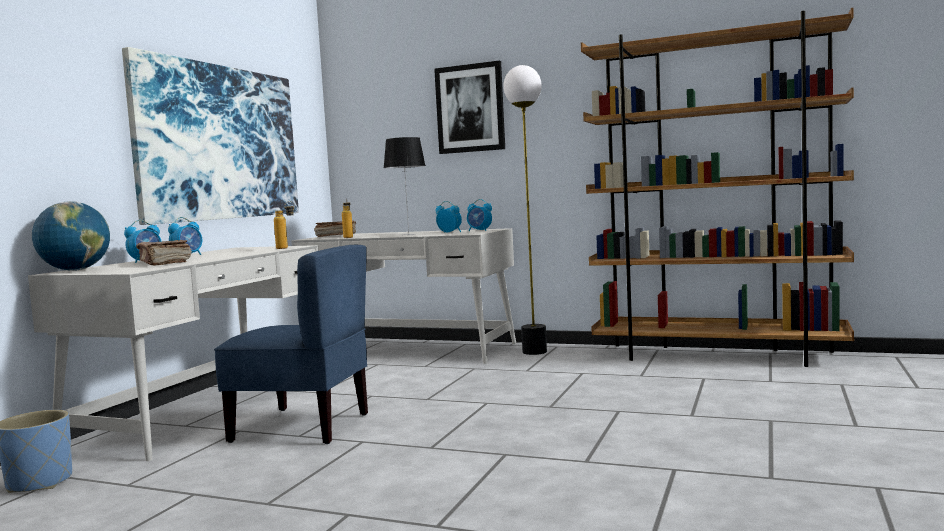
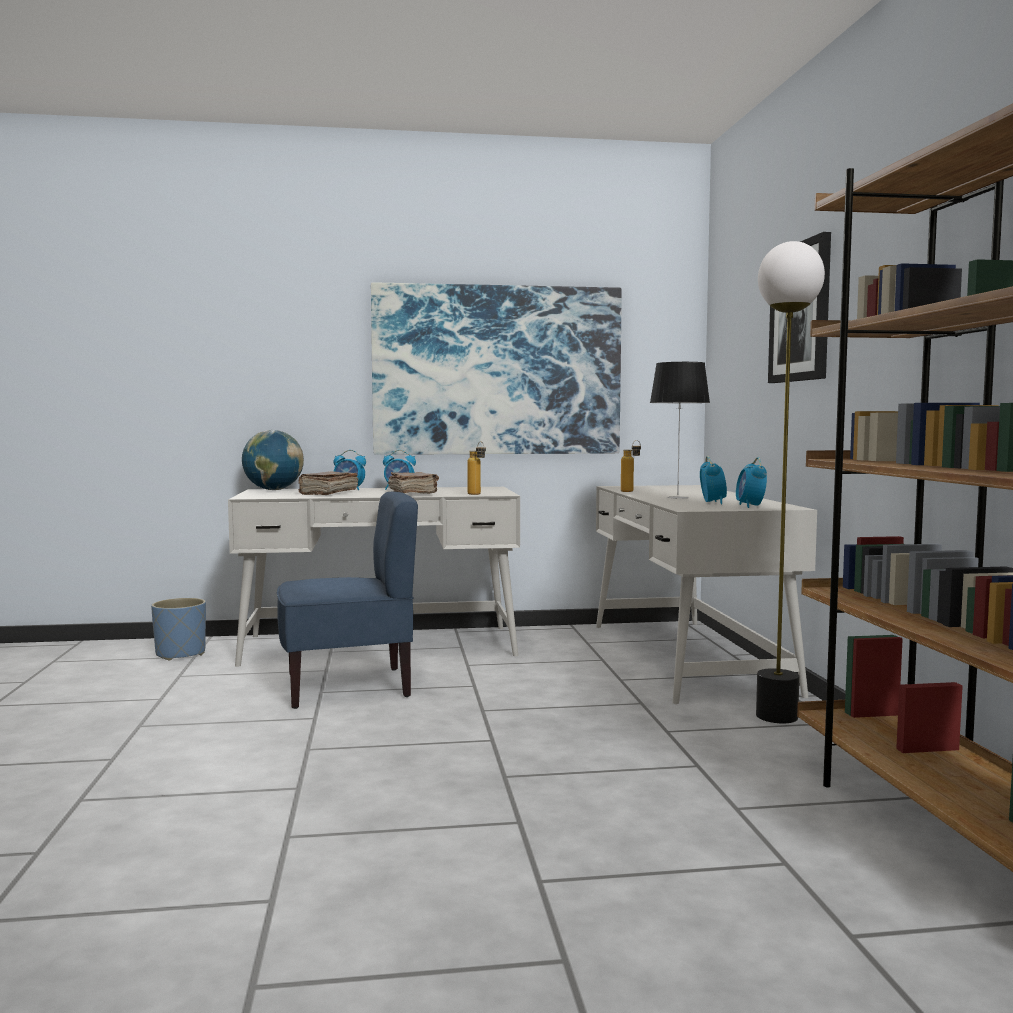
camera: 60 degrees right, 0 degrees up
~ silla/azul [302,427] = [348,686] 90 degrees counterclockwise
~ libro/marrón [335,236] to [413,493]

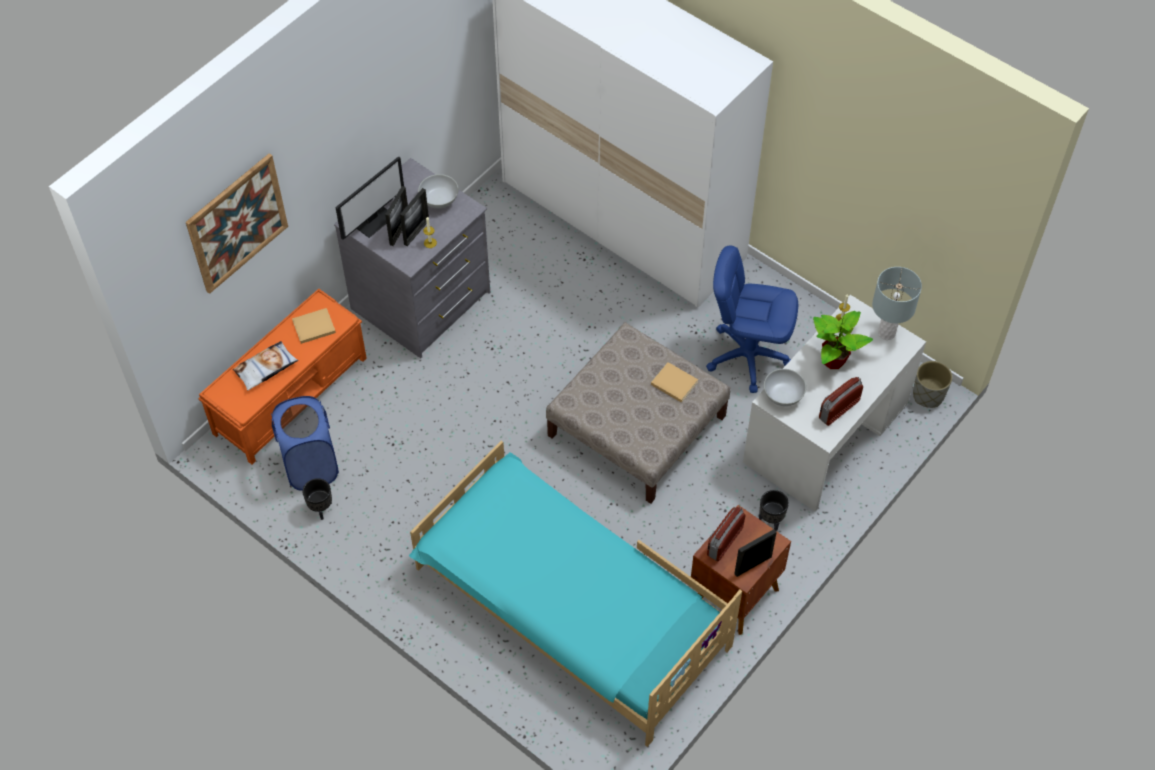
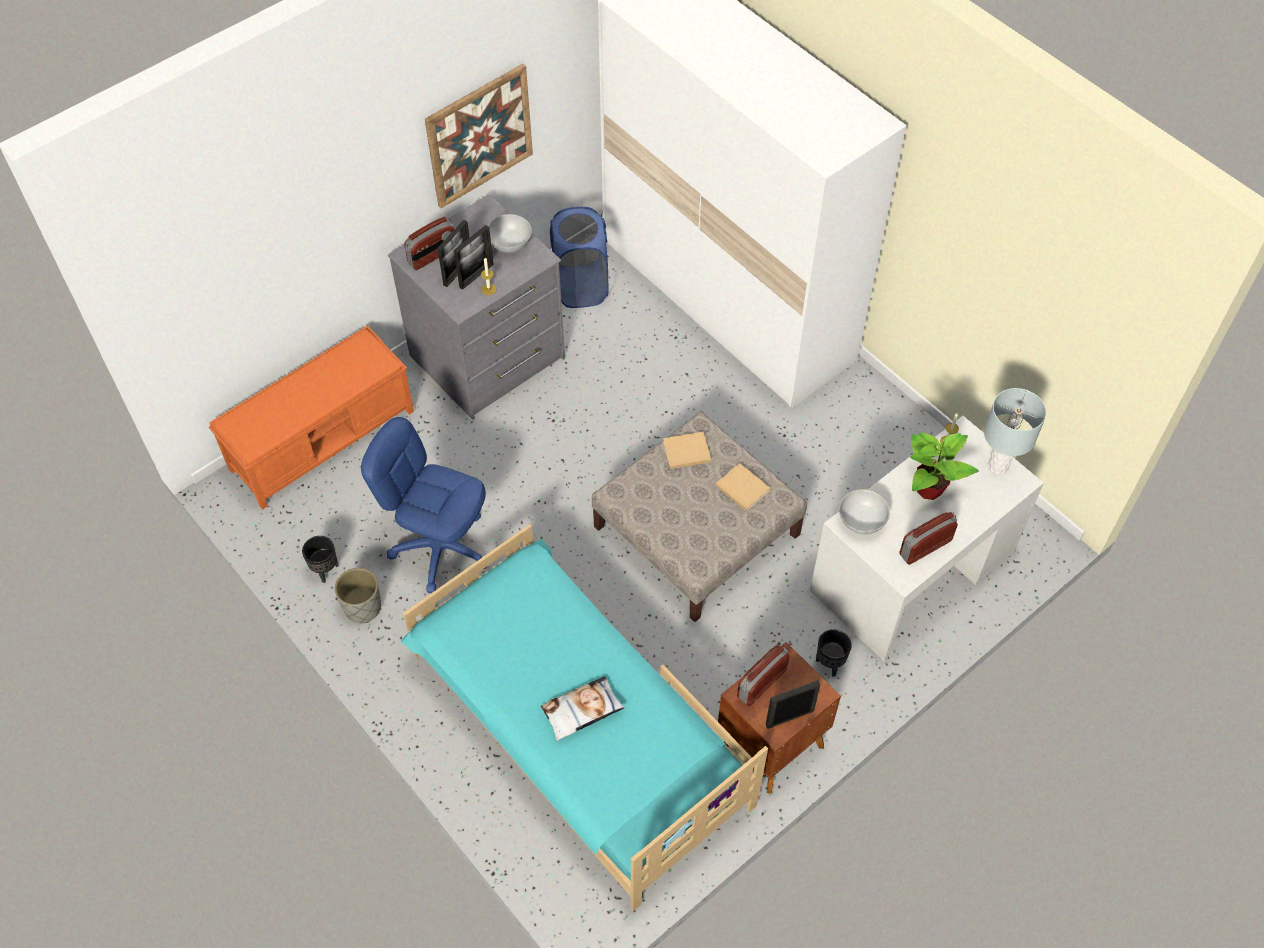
camera: 10 degrees right, 0 degrees up
~ cuadro [237,223] to [479,136]
~ cojín [266,369] to [582,711]
~ cesto de la ropa/azul [311,465] to [581,287]
~ libro/beis [312,327] to [685,451]
~ monitor [374,220] to radio [432,256]
~ silla de oficina/azul [748,356] to [440,547]
~ maceta/gris [928,395] to [362,607]

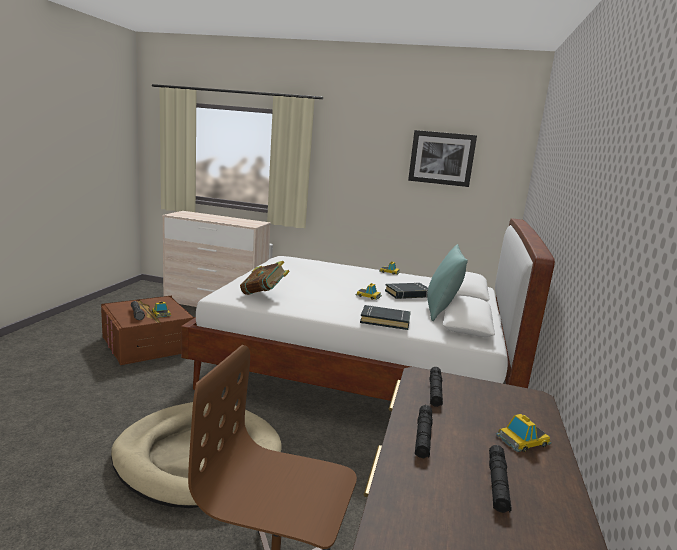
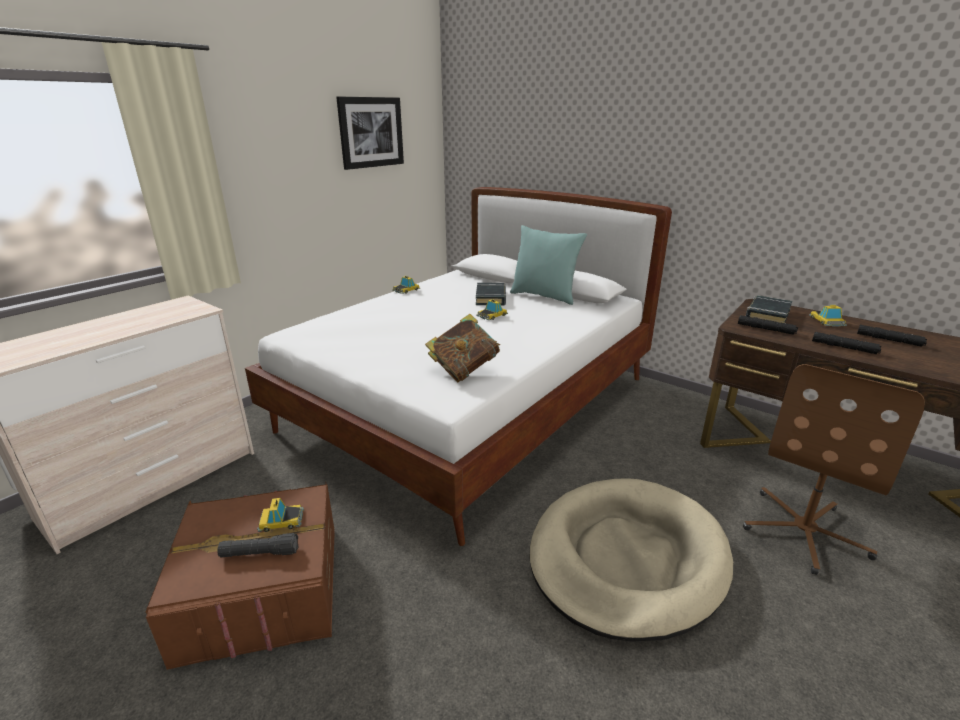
camera: 65 degrees left, 10 degrees up
~ libro/negro [385,321] to [767,314]

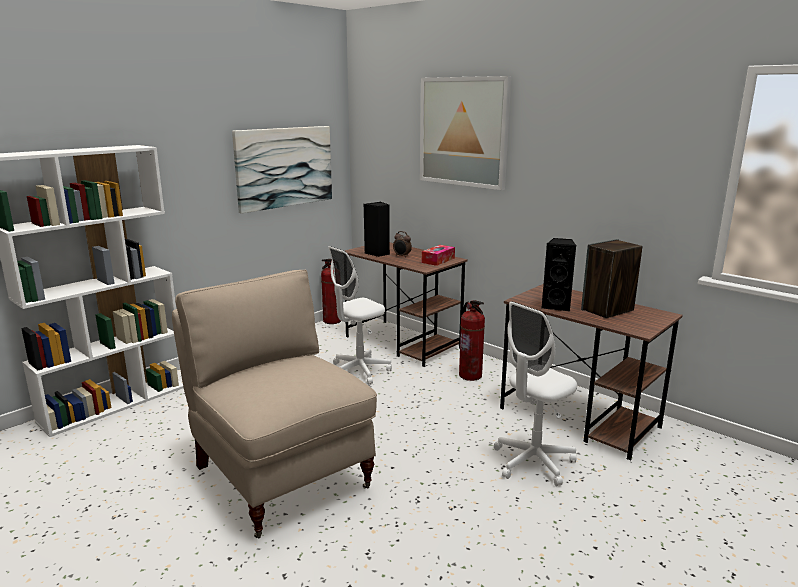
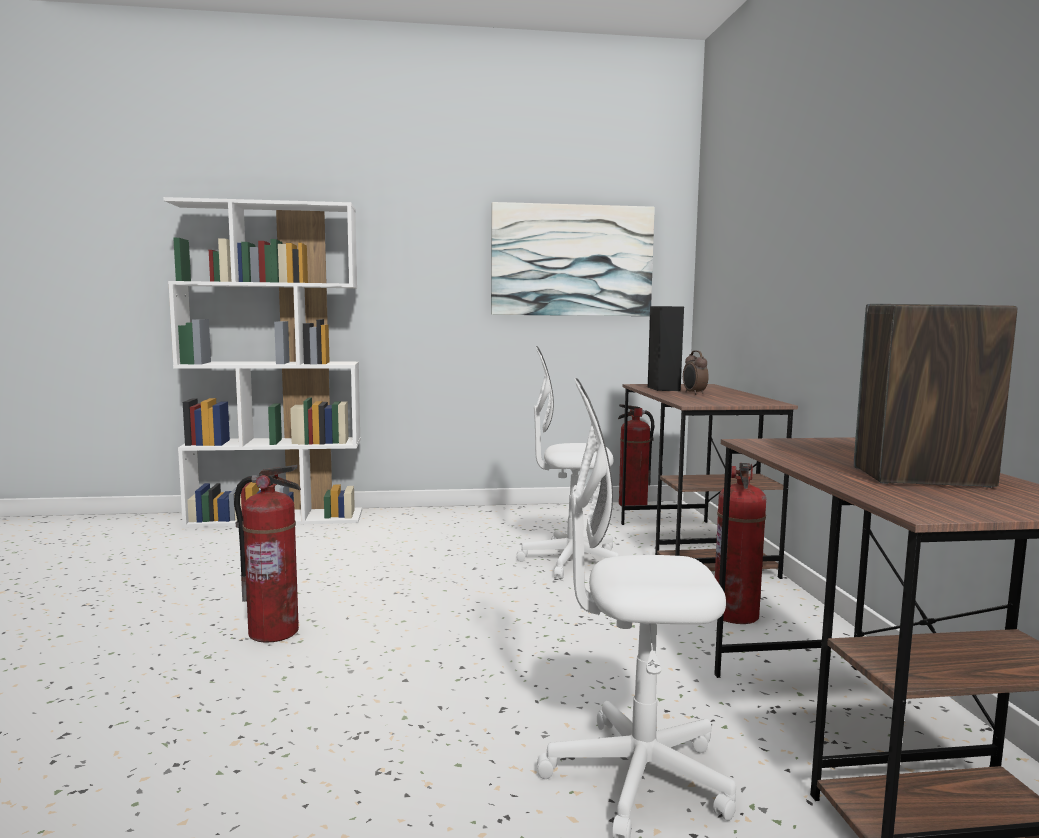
camera: 40 degrees right, 10 degrees down
~ silla/beis [281,476] to extintor [273,632]
- cuadro [463,132]
- caja de pañuelos [438,260]
- altavoz/negro [556,306]

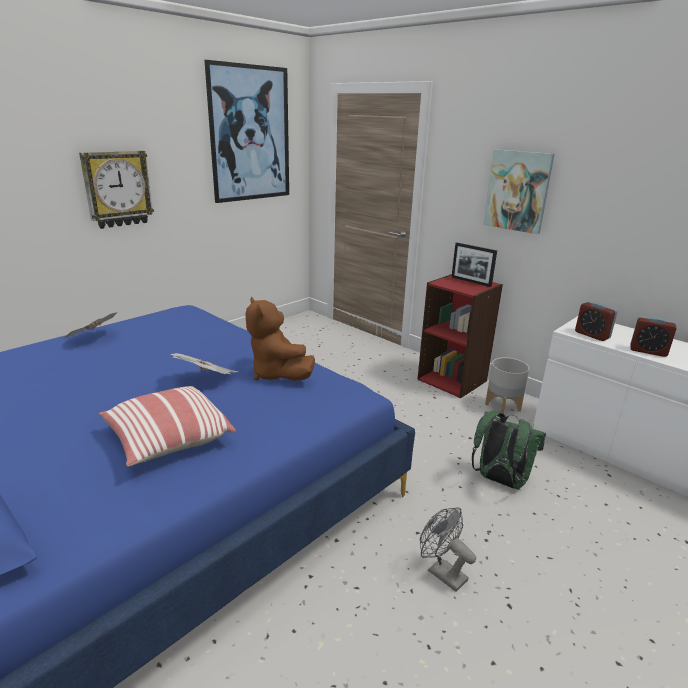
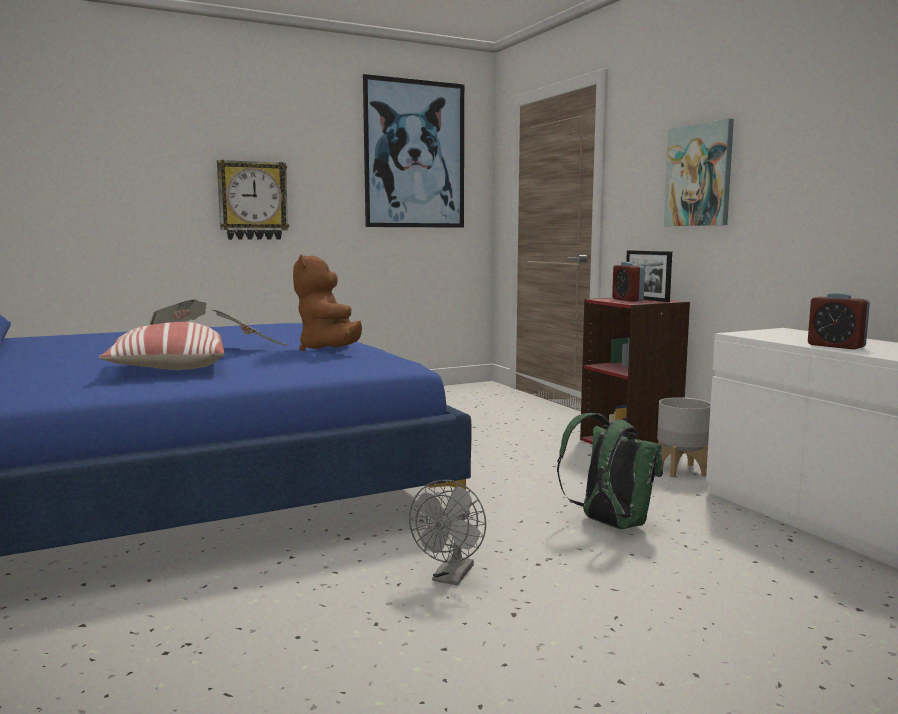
camera: 20 degrees right, 15 degrees down
~ ventilador/gris [442,572] = [451,577] 135 degrees counterclockwise
~ despertador [592,335] to [627,300]

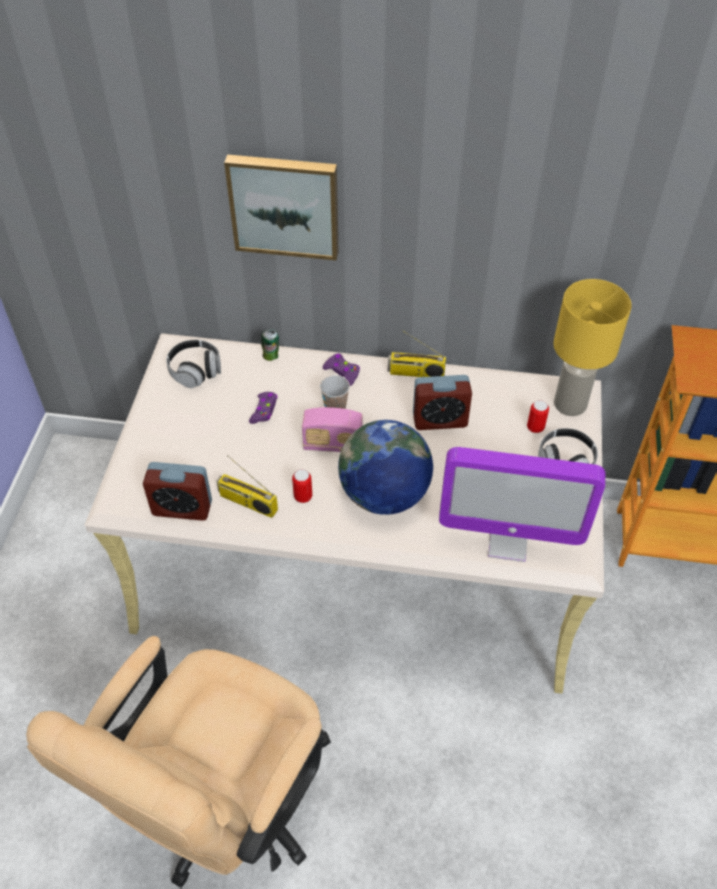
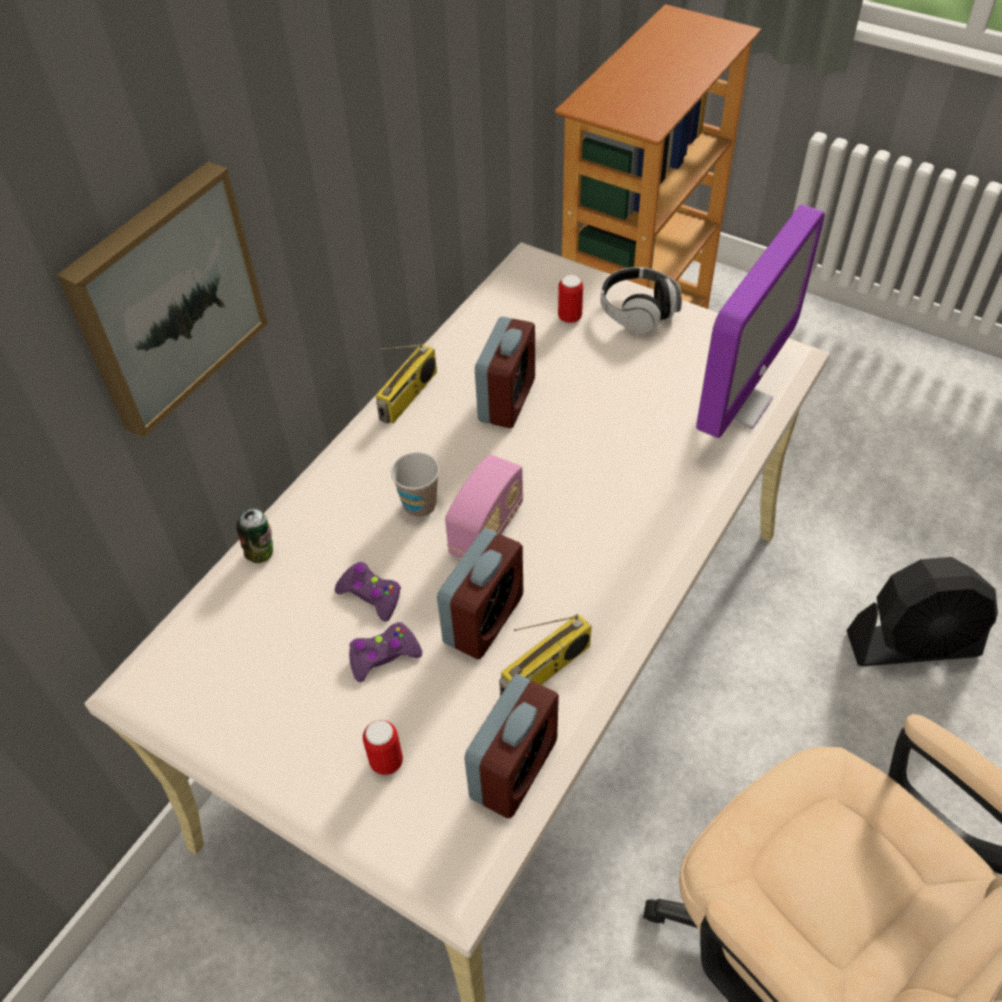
camera: 65 degrees left, 0 degrees up
- auriculares [195,371]
~ lata [303,496] to [386,761]
~ mando de consola/morado [342,372] to [383,656]
- globo terráqueo [384,495]
- lámpara de mesa/amarillo [569,404]
+ despertador [484,619]
+ ventilador/negro [913,644]

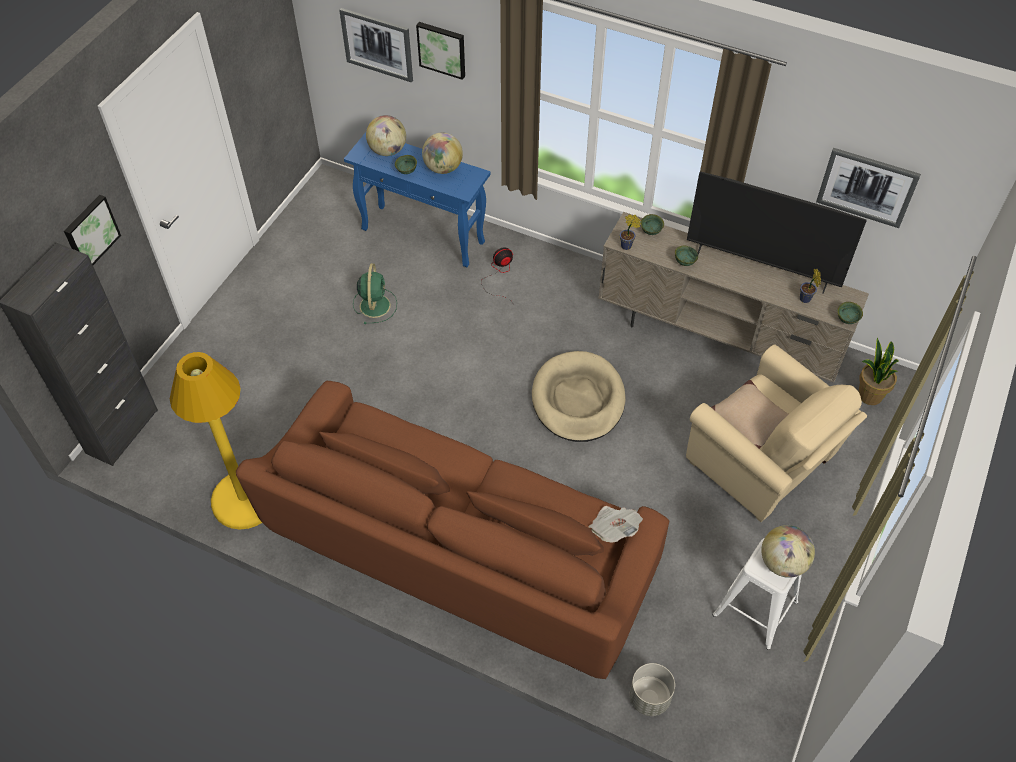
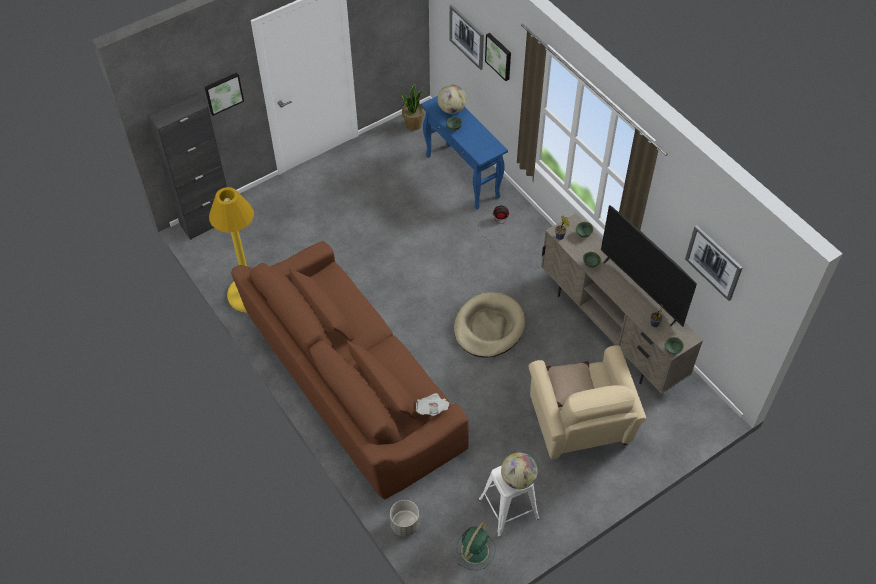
camera: 30 degrees right, 0 degrees up
~ ventilador/verde [375,304] to [475,550]
- globo terráqueo [443,168]
~ planta en maceta [869,395] to [413,125]

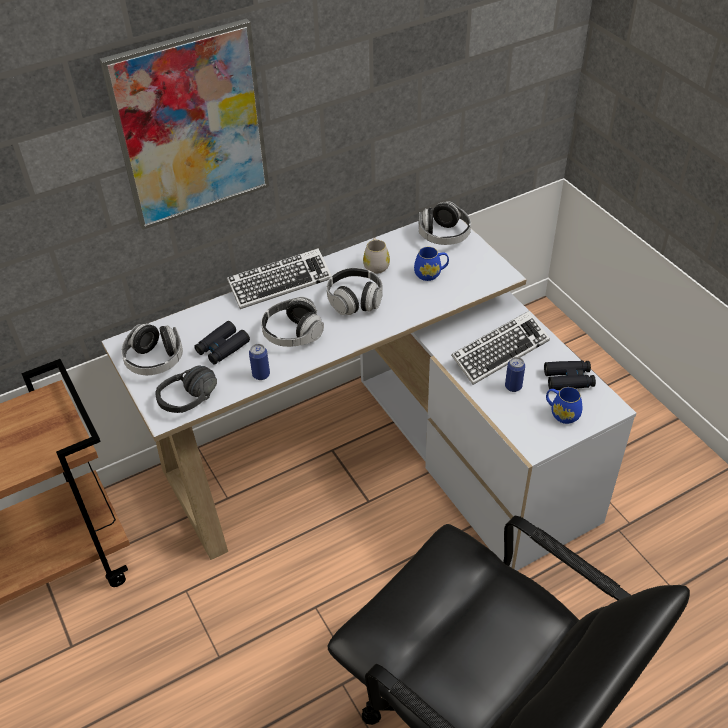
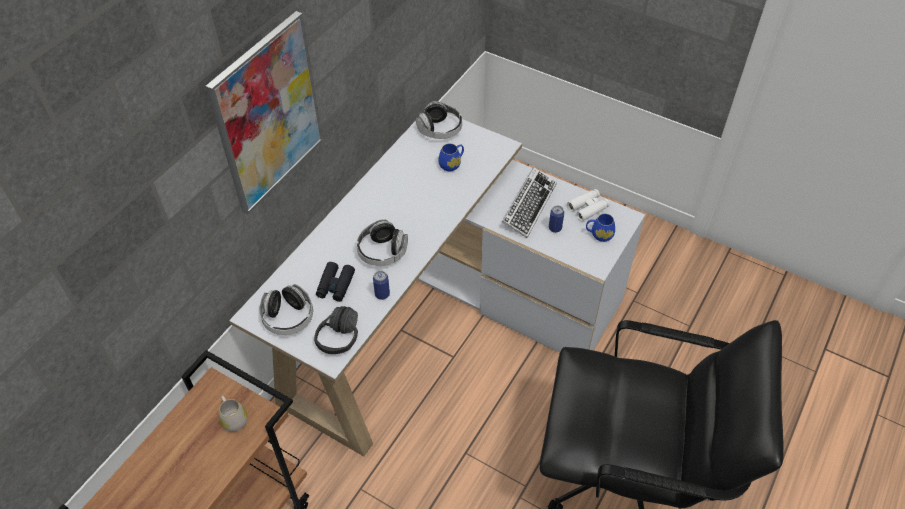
camera: 30 degrees left, 5 degrees up
- teclado [280,283]
- auriculares [355,300]
~ taza grande/blanco [376,264] to [233,418]
~ prismáticos/negro [568,379] to prismáticos/blanco [588,208]

